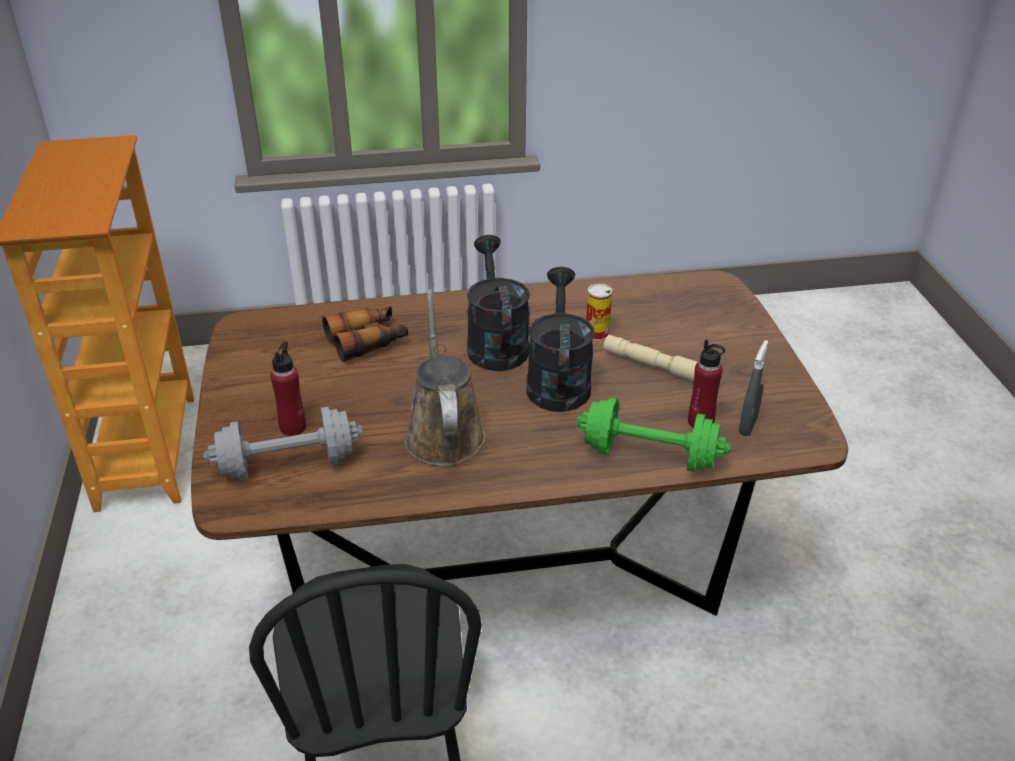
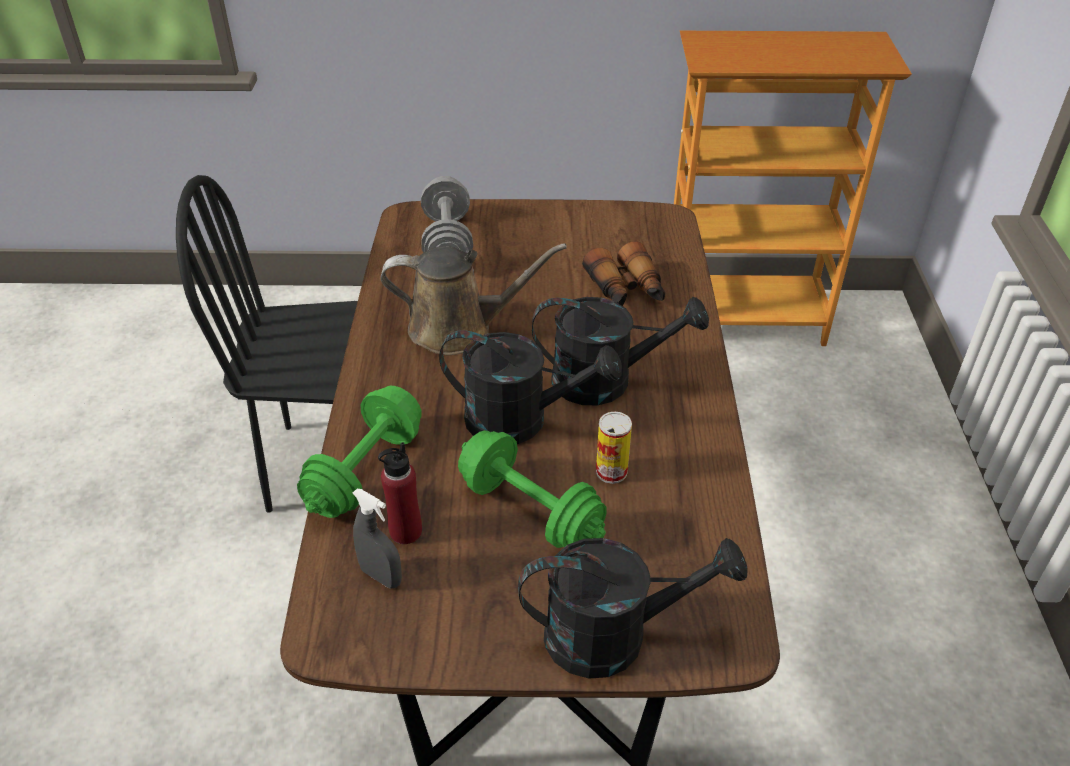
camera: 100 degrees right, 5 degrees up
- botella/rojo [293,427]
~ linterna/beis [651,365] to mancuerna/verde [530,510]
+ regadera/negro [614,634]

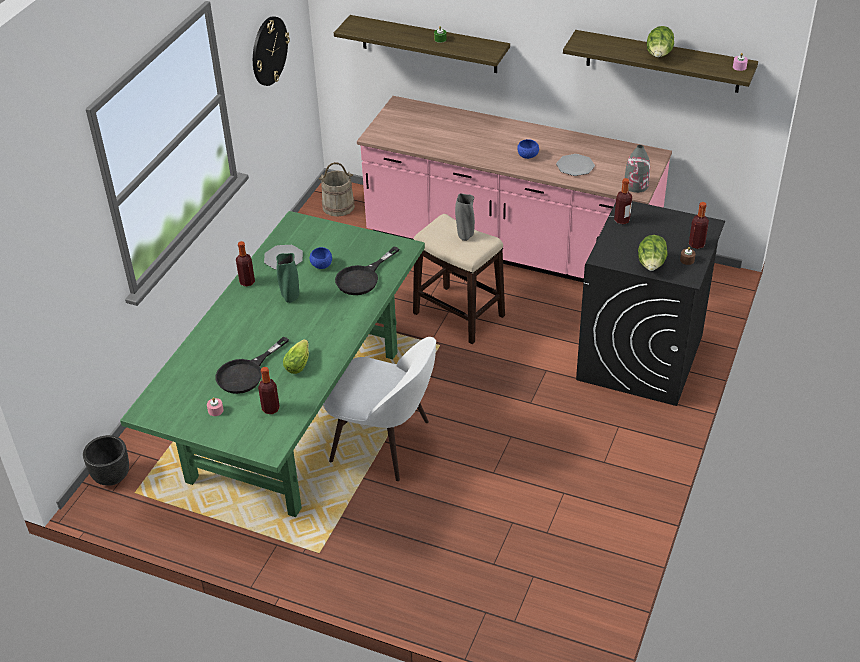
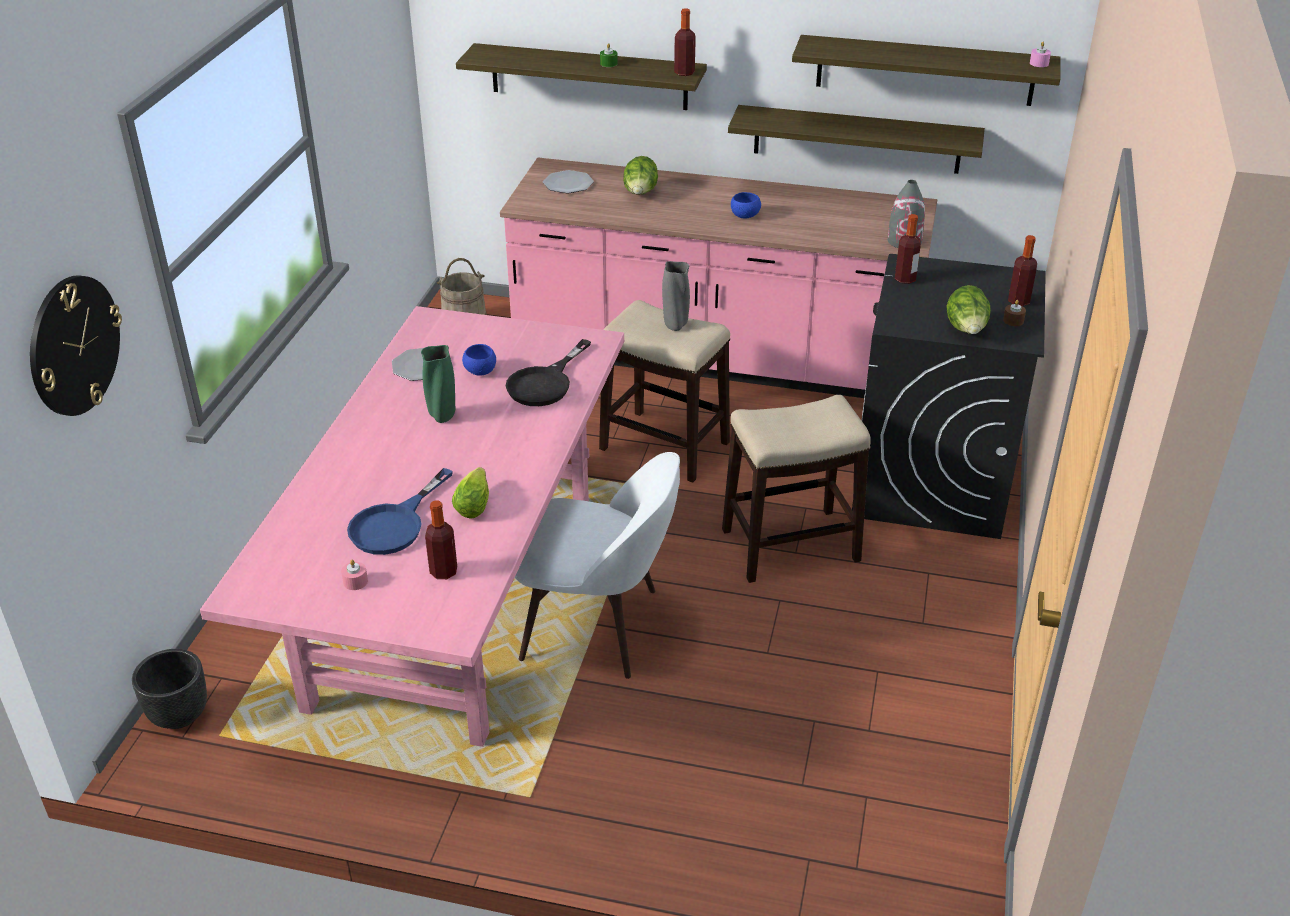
camera: 10 degrees left, 5 degrees down
~ mesa de comedor/verde [296,416] to mesa de comedor/rosa [455,601]
~ sartén/negro [246,373] to sartén/azul [394,524]
~ botella [247,282] to [684,73]
~ reloj de pared [269,51] to [74,345]
~ plato [575,166] to [568,183]
~ lechuga [659,56] to [640,194]
+ taburete [791,545]
+ estante [857,139]

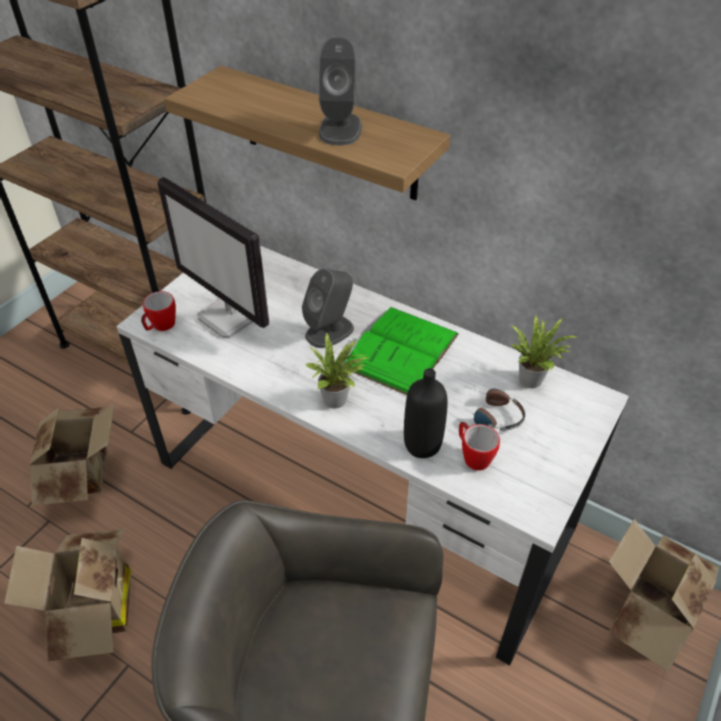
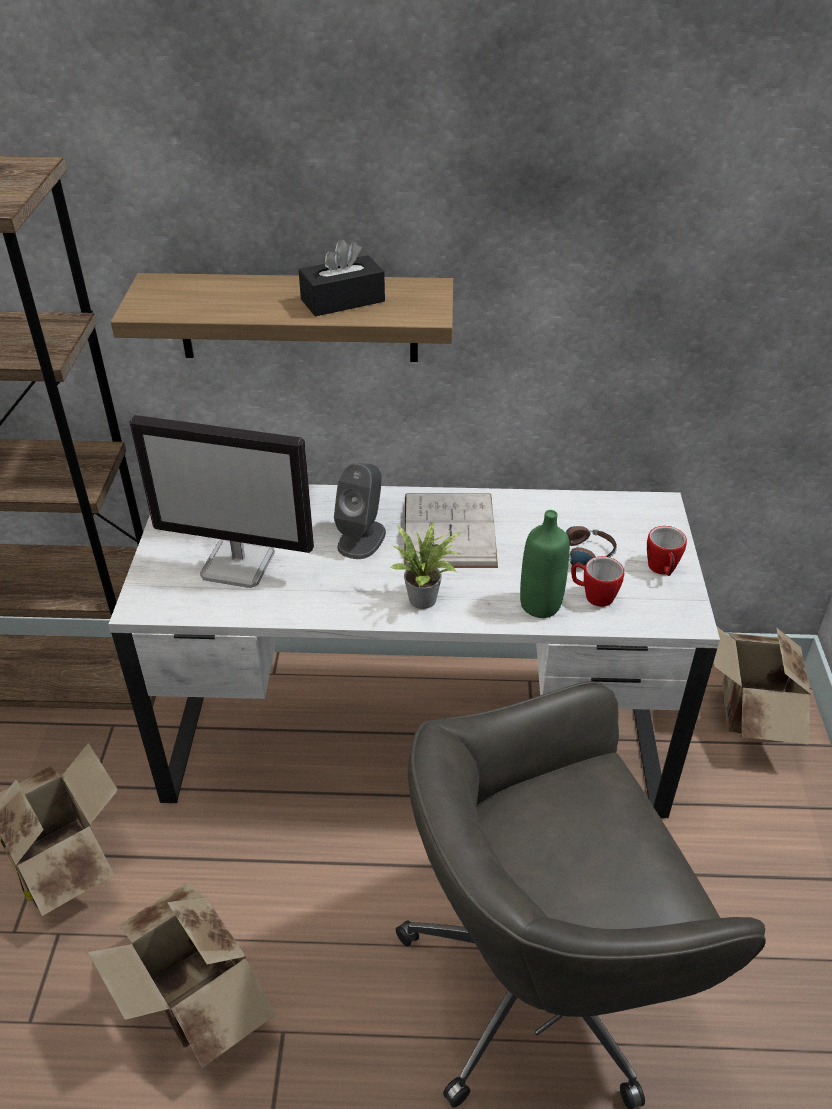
camera: 30 degrees left, 5 degrees down
~ taza grande [160,326] to [662,570]
~ altavoz/gris [340,129] to caja de pañuelos/negro [342,300]
~ libro/verde [401,350] to libro/blanco [449,530]
~ botella/negro [422,444] to botella/verde [540,605]
- planta en maceta [533,378]

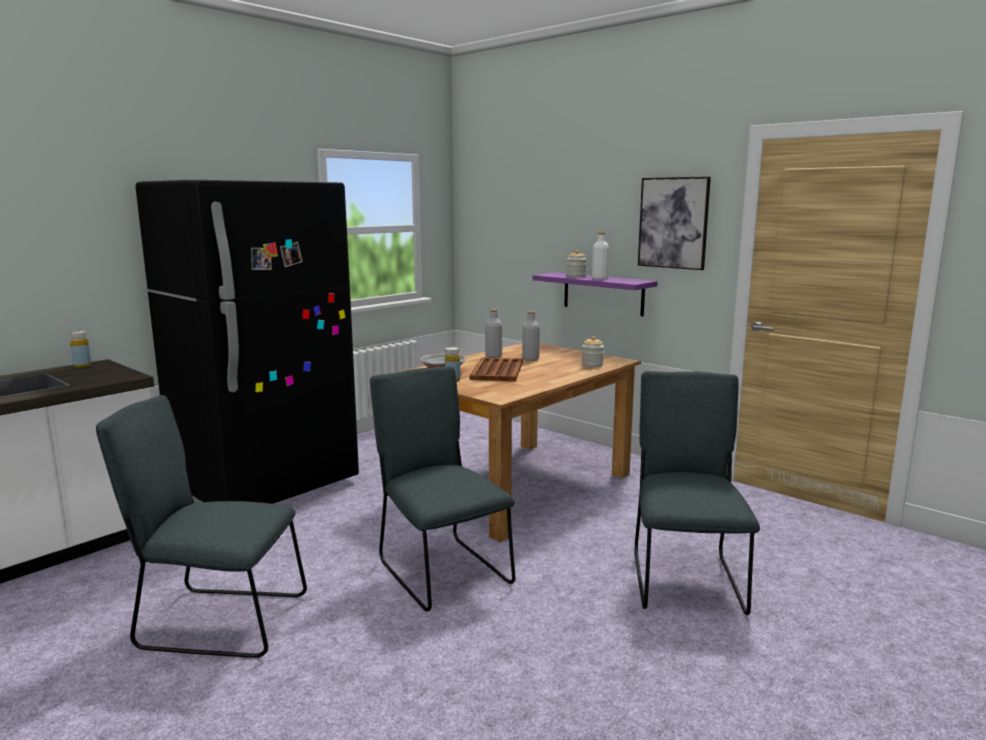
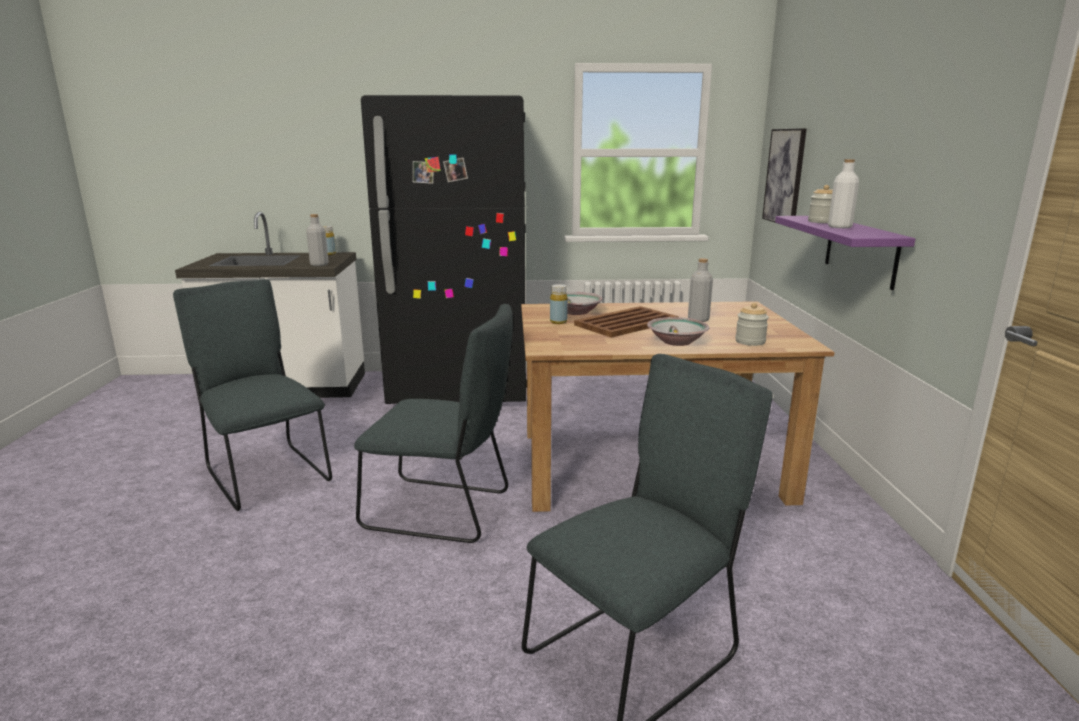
camera: 45 degrees right, 5 degrees up
~ silla/gris [441,570] = [443,511] 90 degrees clockwise
~ botella/gris [493,356] to [319,264]
~ cuadro [673,223] to [784,176]
+ cuenco [677,341]

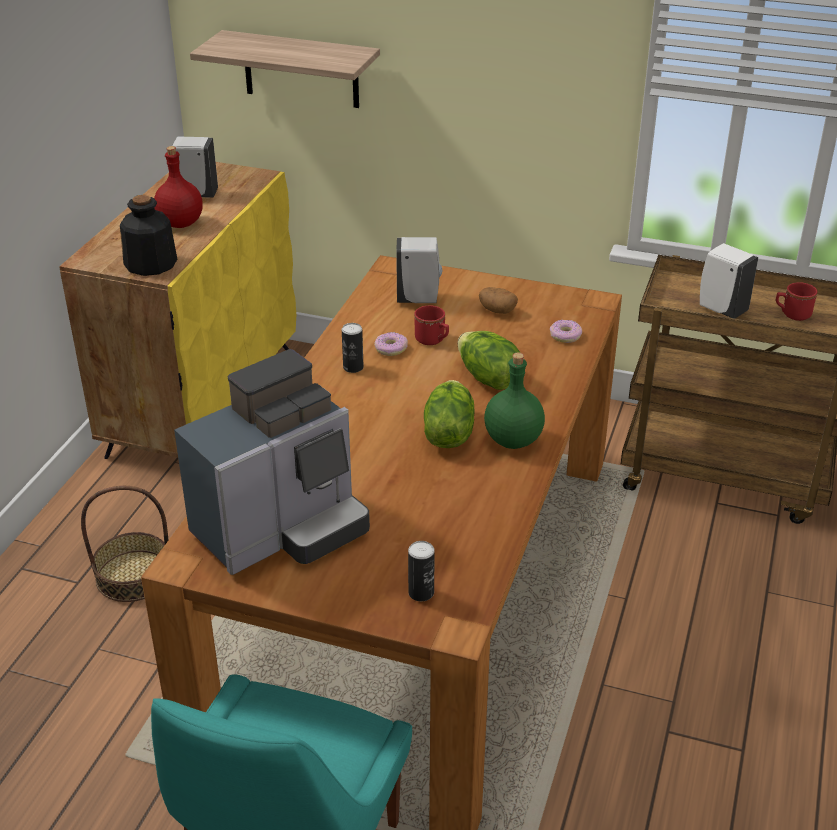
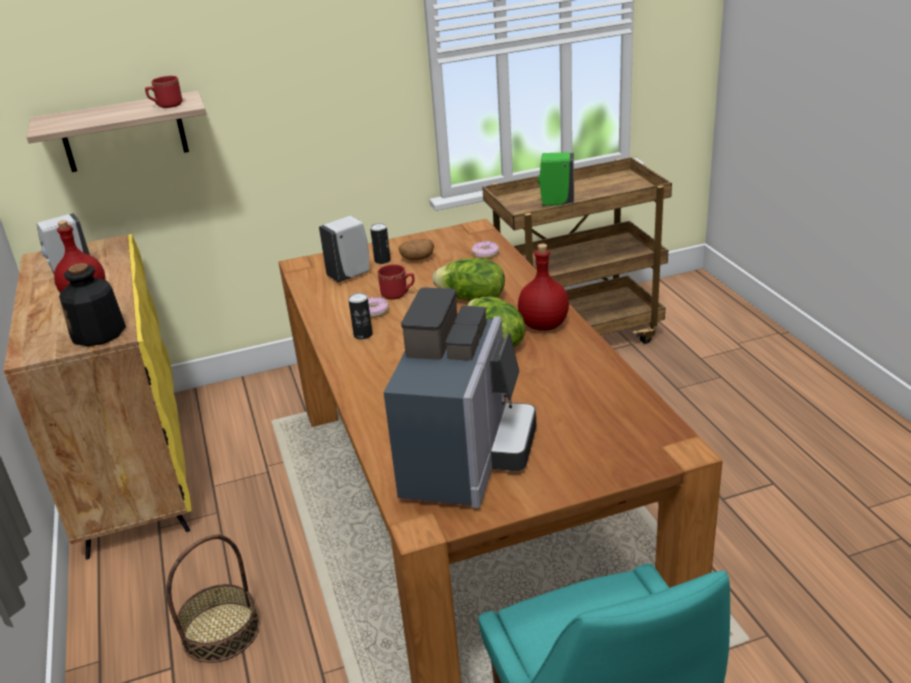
camera: 35 degrees left, 5 degrees down
~ lata [421,593] to [382,260]
~ botella/verde [513,441] to botella/rojo [544,325]
~ dispensador de jabón/blanco [721,309] to dispensador de jabón/verde [556,203]
~ taza grande/rojo [792,314] to [166,106]

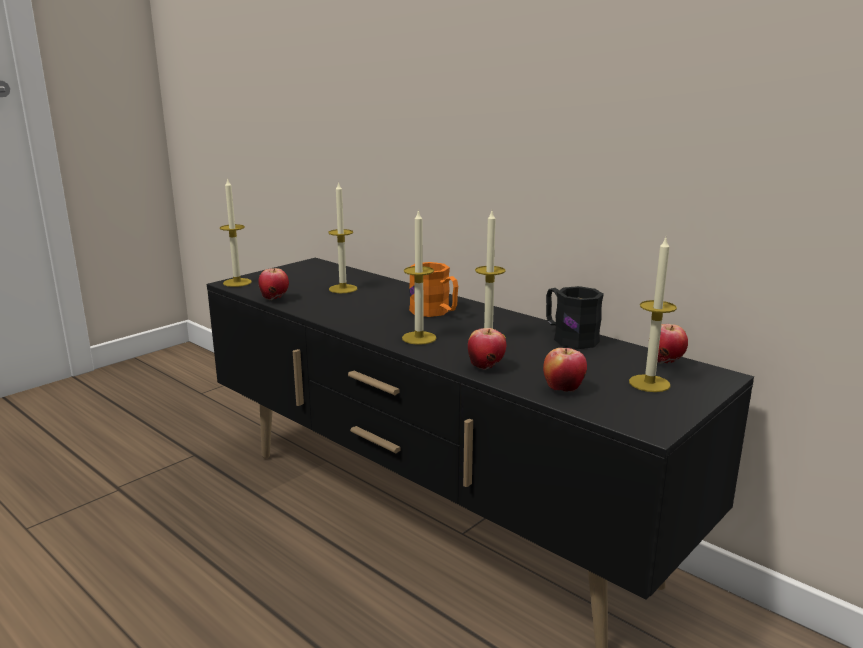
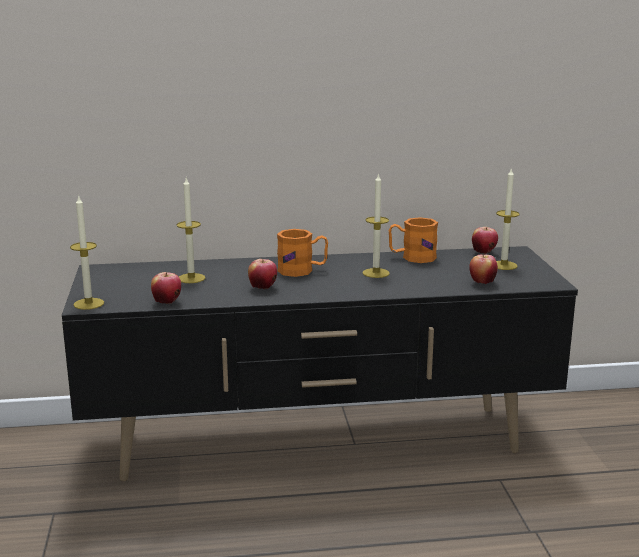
camera: 50 degrees left, 0 degrees up
- vela [419,338]
~ manzana [486,367] to [263,288]
~ taza grande/negro [569,337] to taza grande/naranja [412,257]

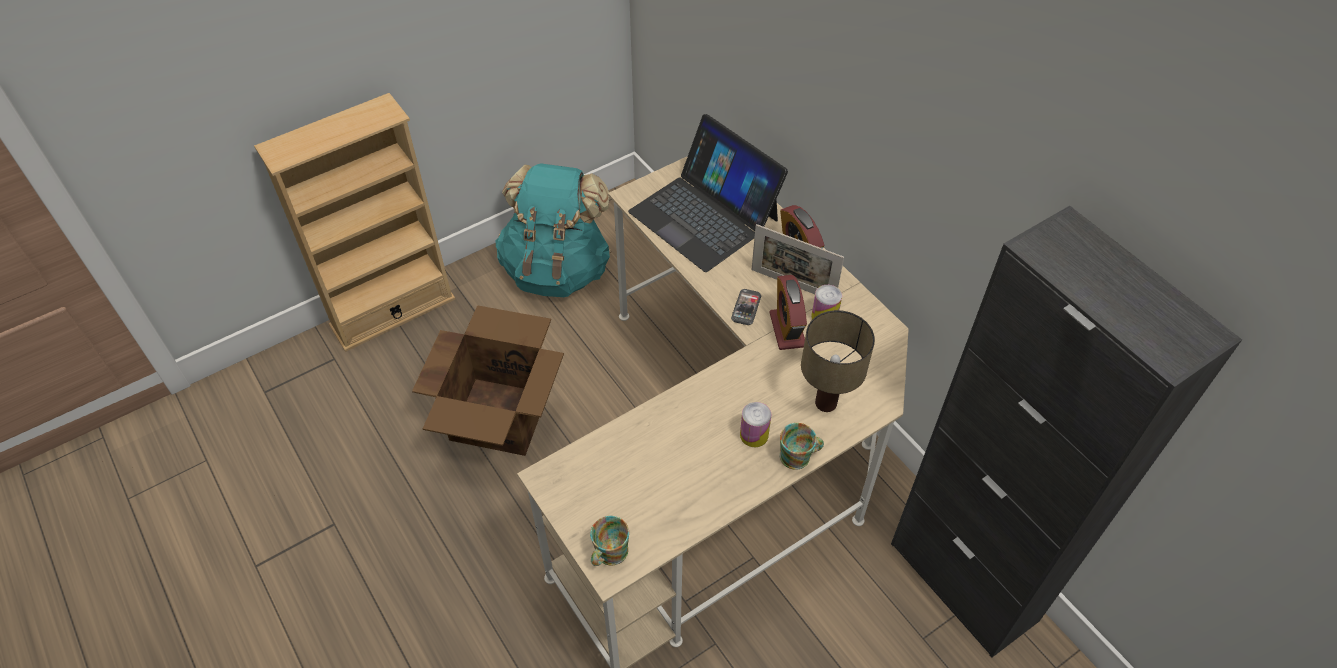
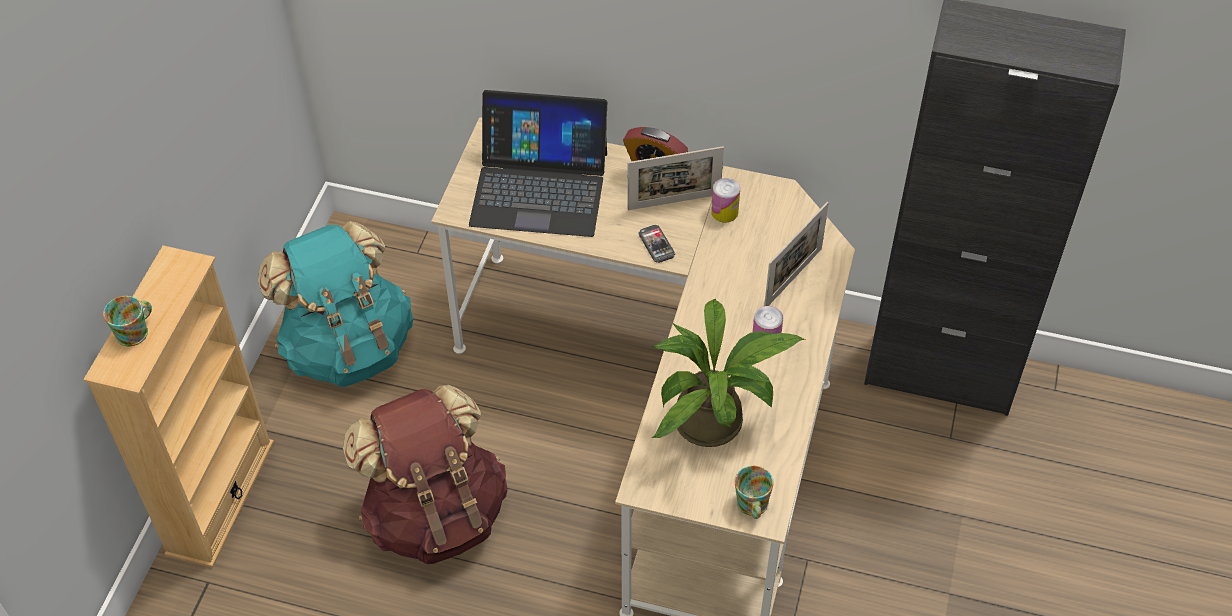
camera: 40 degrees left, 0 degrees up
~ caja de cartón [500,415] to mochila/marrón [436,514]
- despertador [787,330]
~ taza grande [799,456] to [136,331]
~ lámpara de mesa [826,402] to portarretratos [793,278]
+ planta en maceta [717,422]

